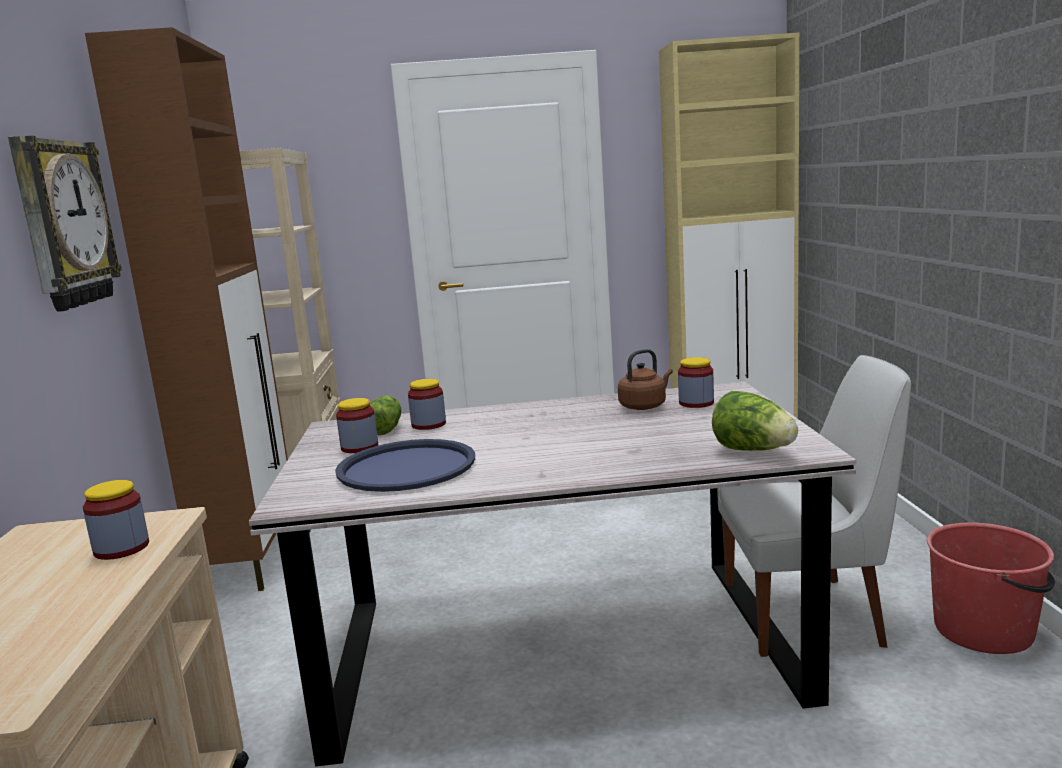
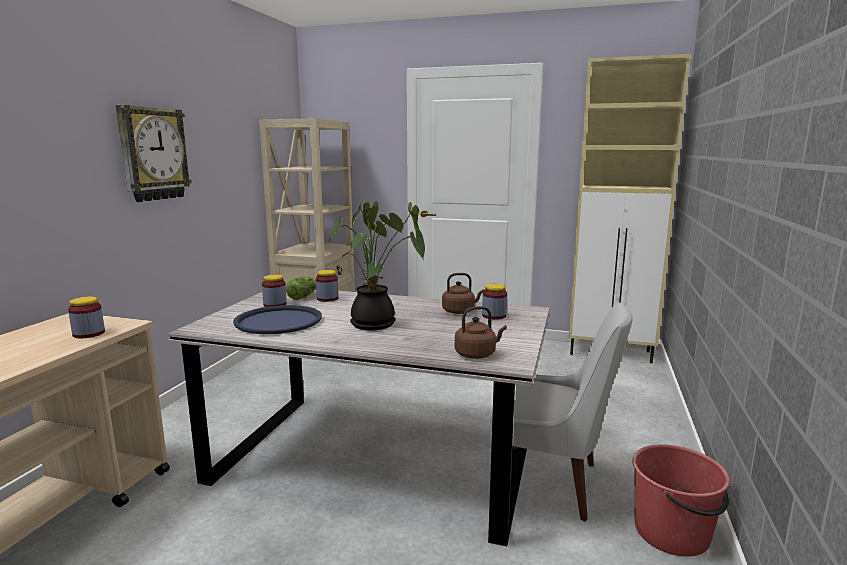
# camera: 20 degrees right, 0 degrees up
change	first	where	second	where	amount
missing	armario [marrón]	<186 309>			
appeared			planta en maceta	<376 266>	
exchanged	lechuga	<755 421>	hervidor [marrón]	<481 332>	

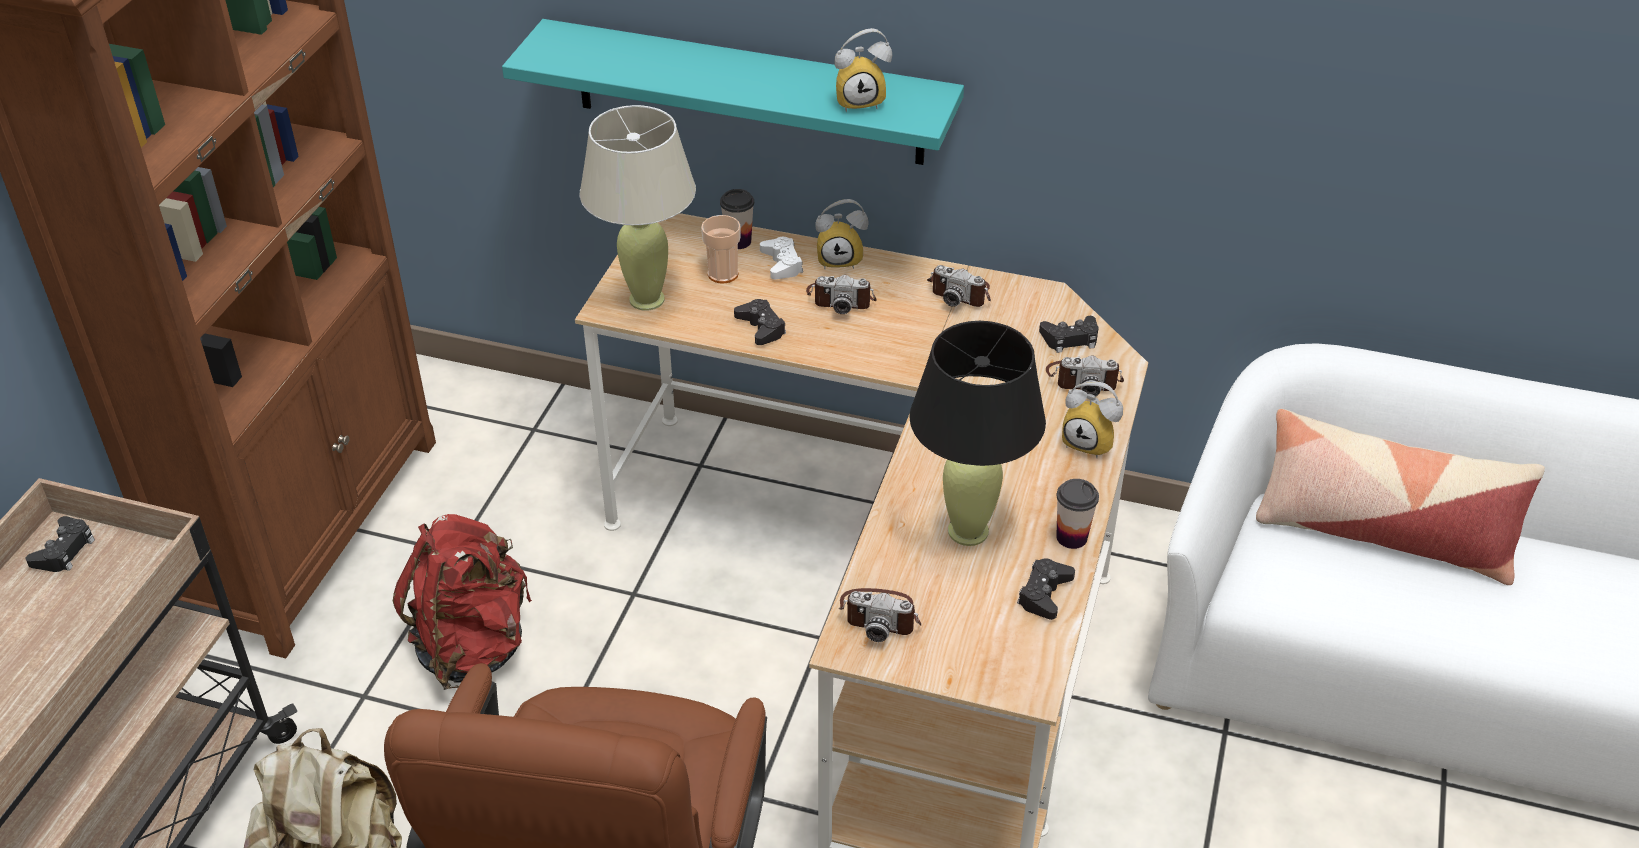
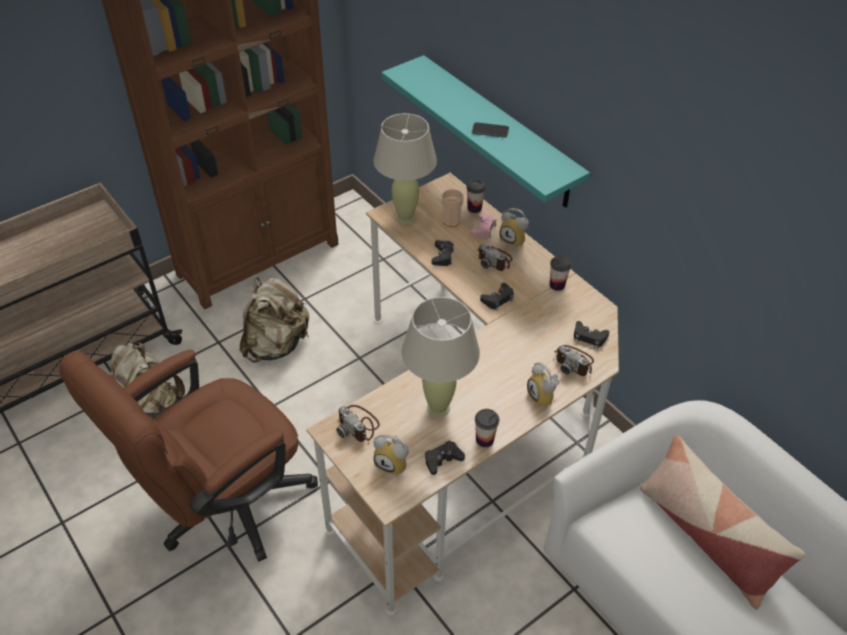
# camera: 35 degrees right, 5 degrees up
change	first	where	second	where	amount
appeared			móvil	<490 130>	
relocated	mando de consola [negro]	<60 544>		<497 297>	
relocated	despertador	<863 70>		<391 455>	
exchanged	cámara	<959 286>	taza	<561 273>	
colour	mochila [rojo]	<462 602>	mochila [beis]	<274 320>	
colour	mando de consola [blanco]	<781 258>	mando de consola [rosa]	<483 225>	
colour	lámpara de mesa [negro]	<977 433>	lámpara de mesa [beis]	<440 357>	

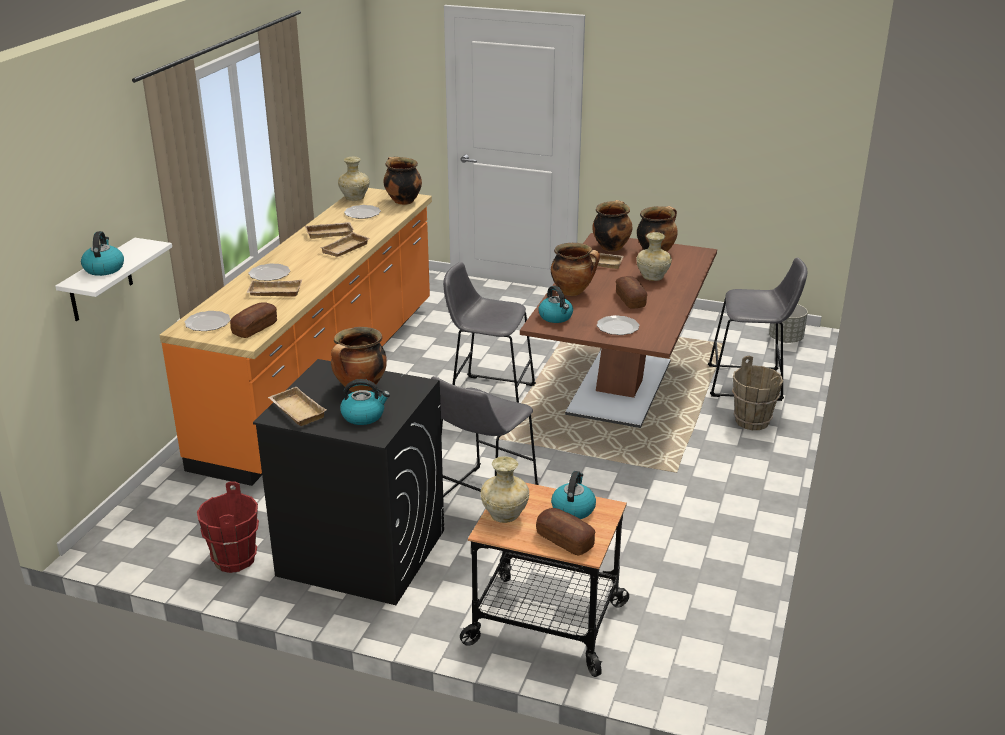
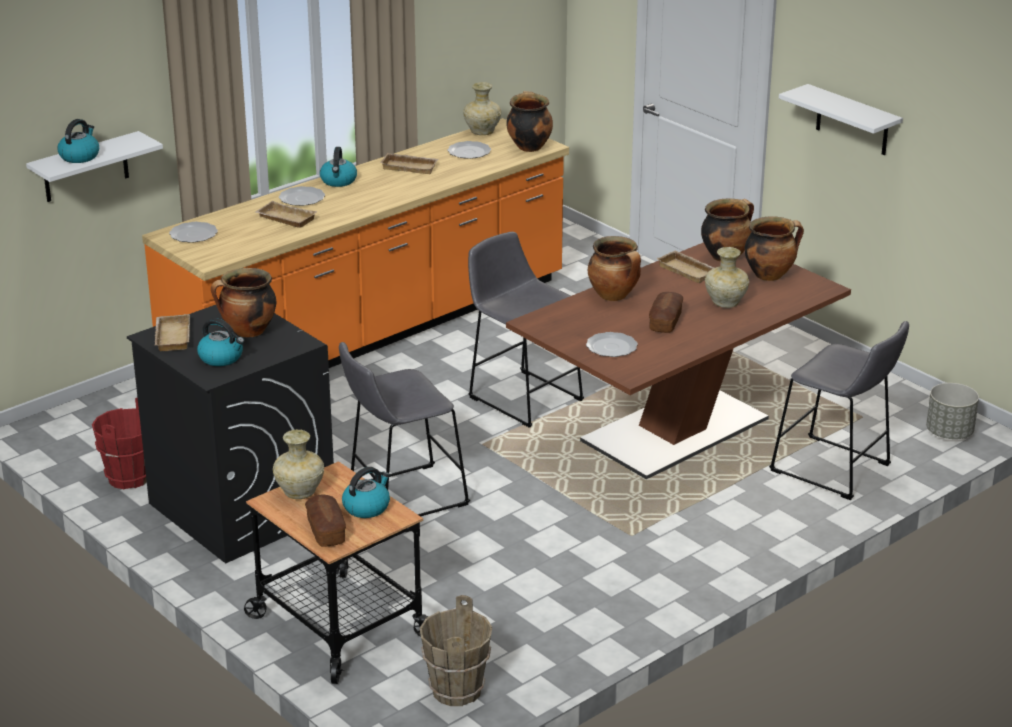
# camera: 30 degrees right, 0 degrees up
change	first	where	second	where	amount
missing	pan	<253 320>			
missing	bandeja [beis]	<345 244>			
appeared			estante [blanco]	<841 119>	
relocated	hervidor	<555 304>		<338 167>	
relocated	cubo [marrón]	<757 393>		<456 650>	

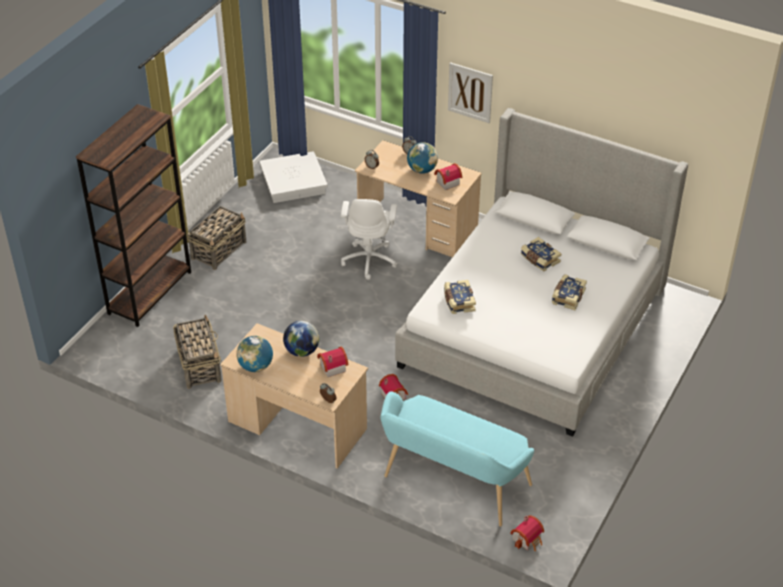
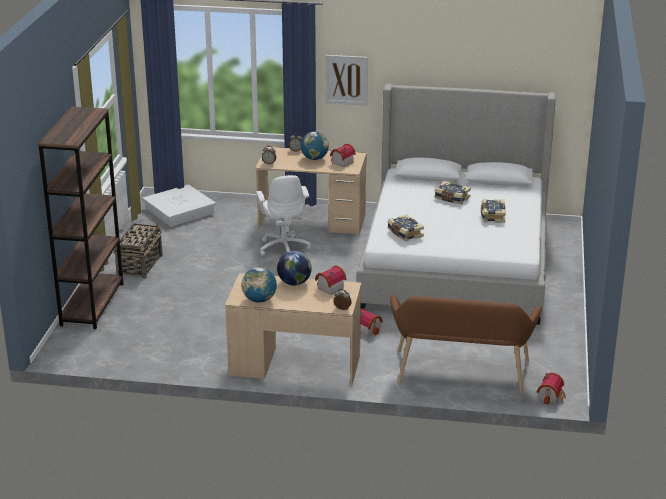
# camera: 20 degrees left, 15 degrees down
change	first	where	second	where	amount
missing	cesta	<197 352>			
colour	banco [turquesa]	<457 459>	banco [marrón]	<466 343>	

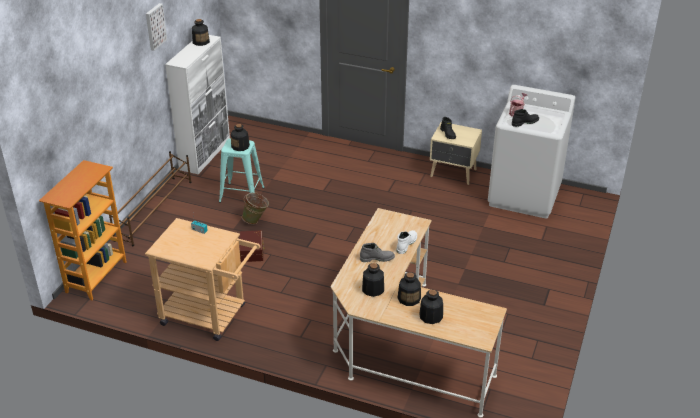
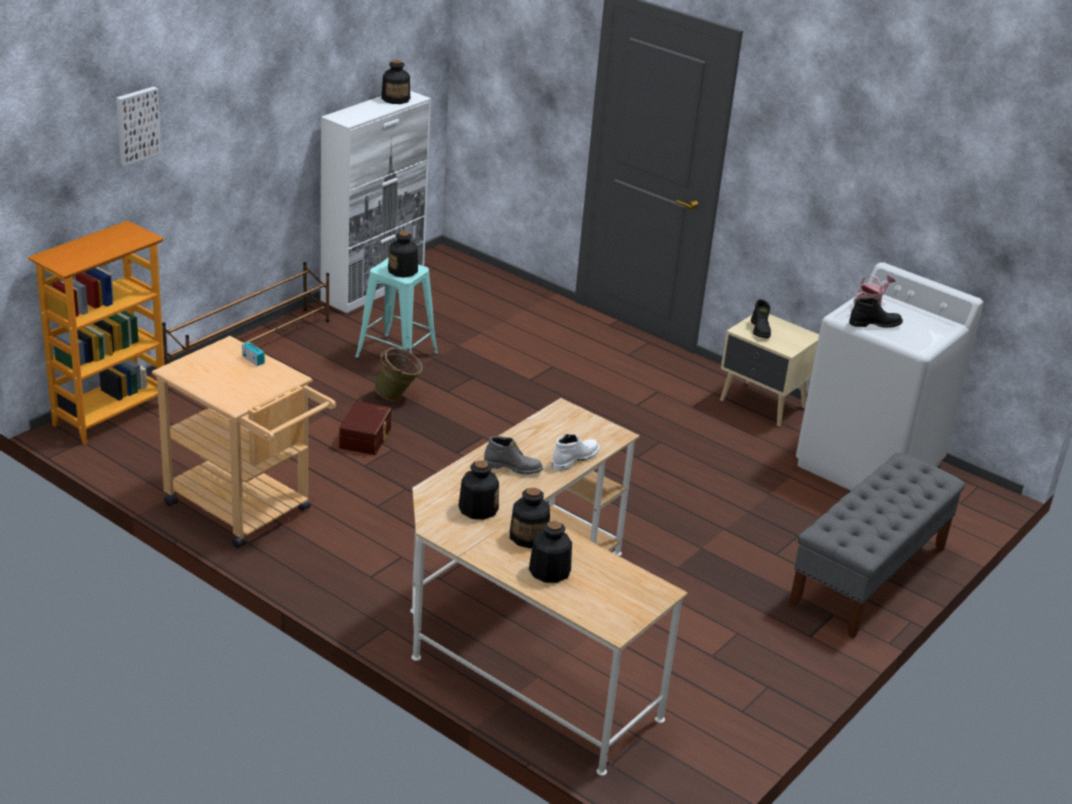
# camera: 15 degrees right, 5 degrees down
change	first	where	second	where	amount
appeared			banco [gris]	<877 546>	
relocated	cuadro	<156 27>		<139 126>	

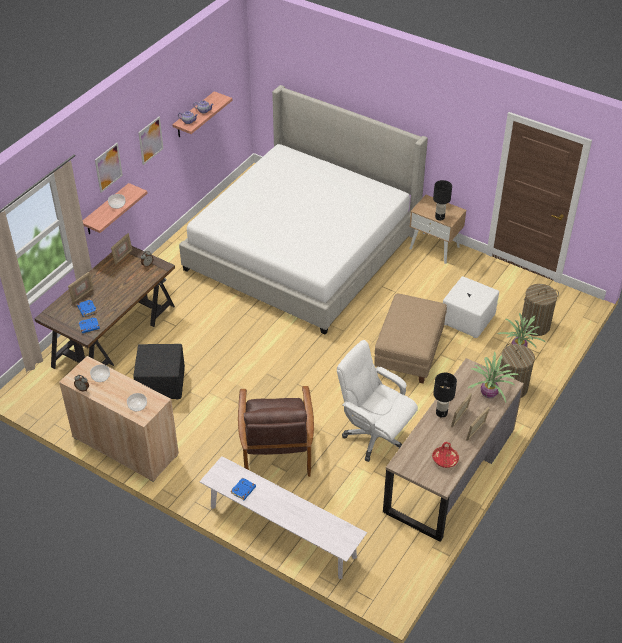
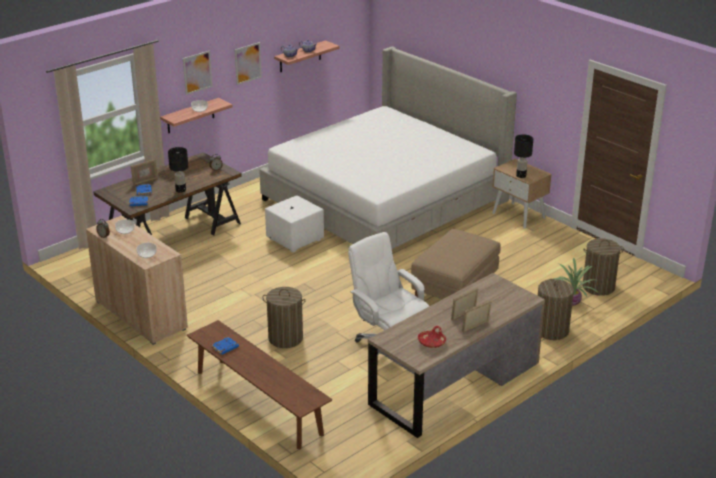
# camera: 15 degrees right, 15 degrees down
change	first	where	second	where	amount
missing	portarretratos	<121 249>			
missing	puf [negro]	<159 372>			
missing	planta en maceta	<493 376>			
relocated	lámpara de mesa [negro]	<445 395>		<178 170>	
relocated	puf [blanco]	<471 307>		<294 223>	
exchanged	sillón [marrón]	<276 431>	cesto de la ropa	<284 317>	
colour	banco [blanco]	<283 517>	banco [marrón]	<259 384>	

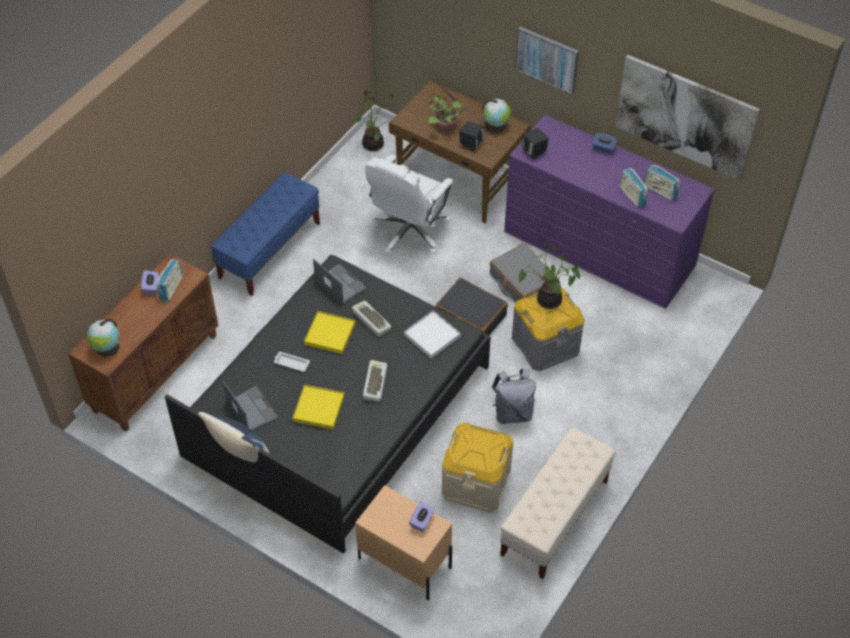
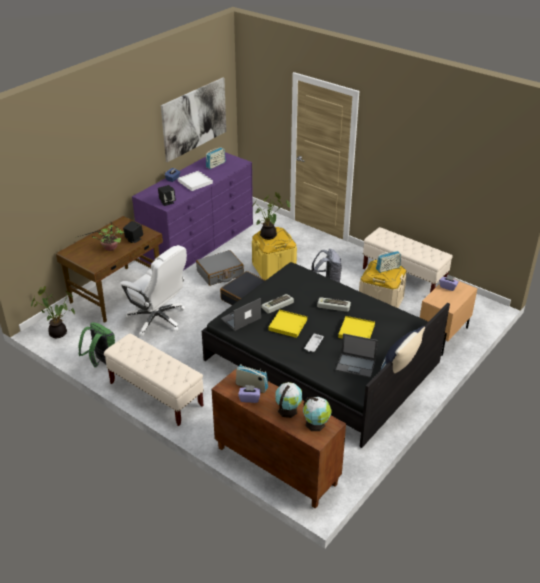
# camera: 85 degrees left, 15 degrees down
change	first	where	second	where	amount
missing	cuadro	<547 61>			
appeared			mochila [verde]	<96 344>	
relocated	bandeja [blanco]	<432 334>		<195 181>	
relocated	globo terráqueo	<496 116>		<289 400>	
relocated	radio	<633 188>		<388 262>	
colour	banco [azul]	<265 234>	banco [beis]	<154 379>	
colour	caja de almacenaje [gris]	<548 329>	caja de almacenaje [amarillo]	<274 253>	
spun	portátil	<250 405>		<357 355>	135 degrees counterclockwise

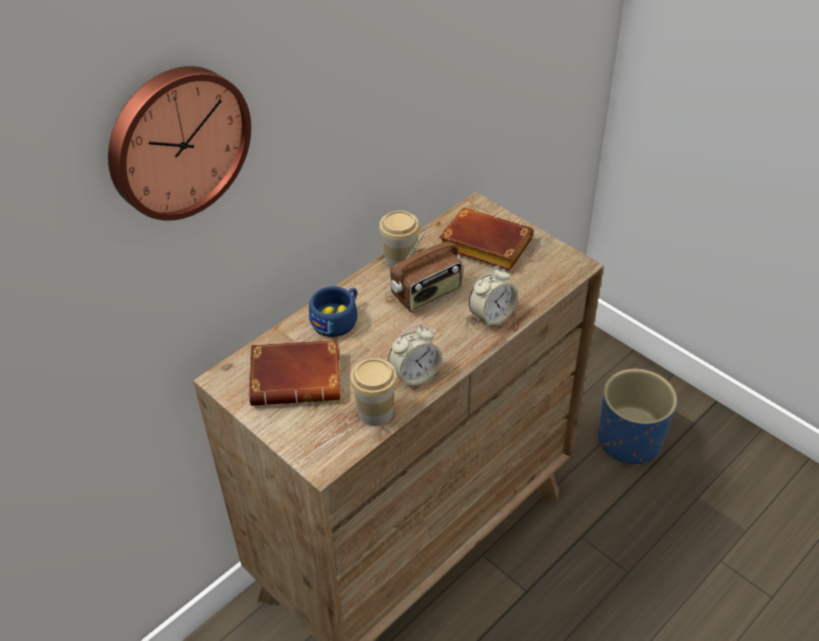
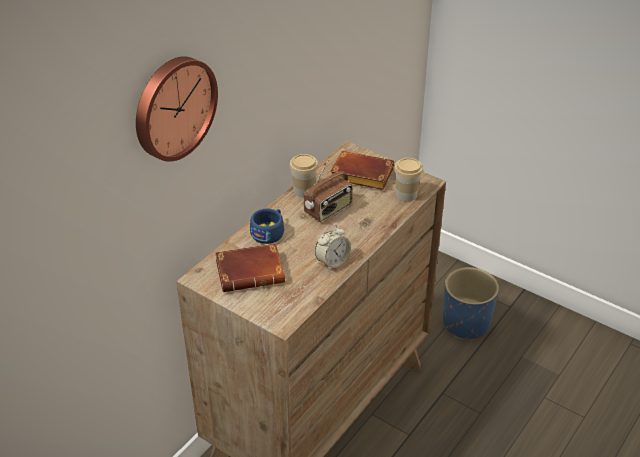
# camera: 10 degrees left, 5 degrees down
change	first	where	second	where	amount
missing	despertador	<493 297>			
relocated	taza	<373 392>		<408 179>	

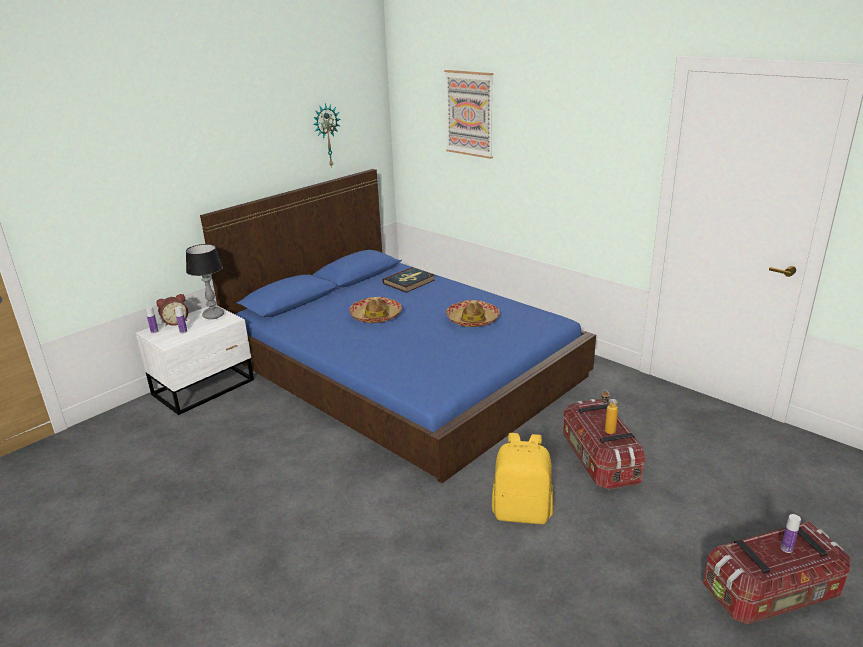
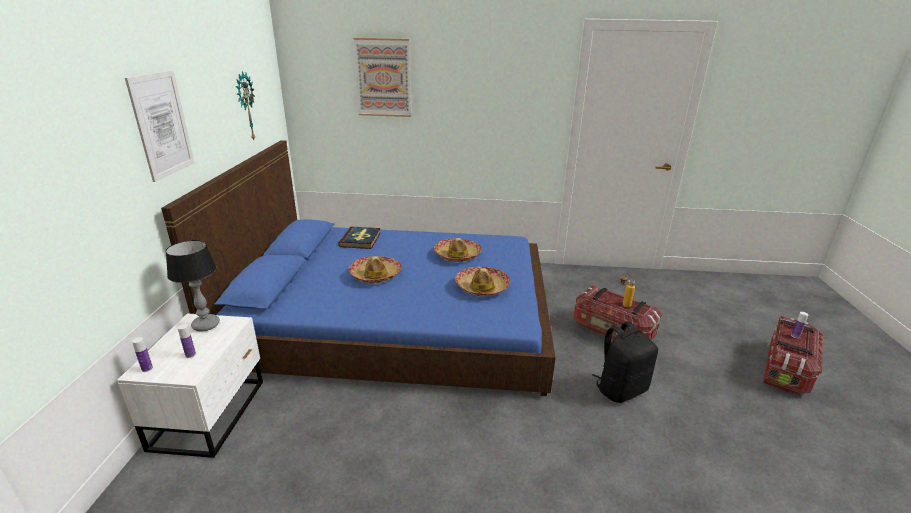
# camera: 40 degrees left, 0 degrees up
change	first	where	second	where	amount
missing	despertador	<172 310>			
appeared			cuadro	<160 126>	
appeared			sombrero	<482 281>	
colour	mochila [amarillo]	<522 478>	mochila [negro]	<625 362>	

